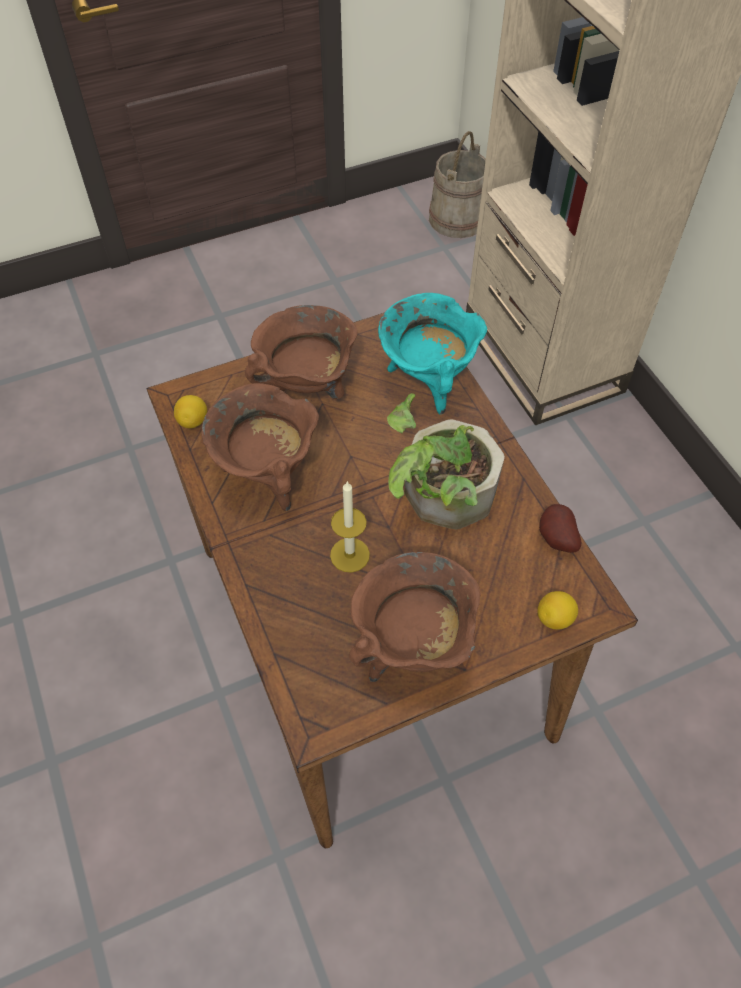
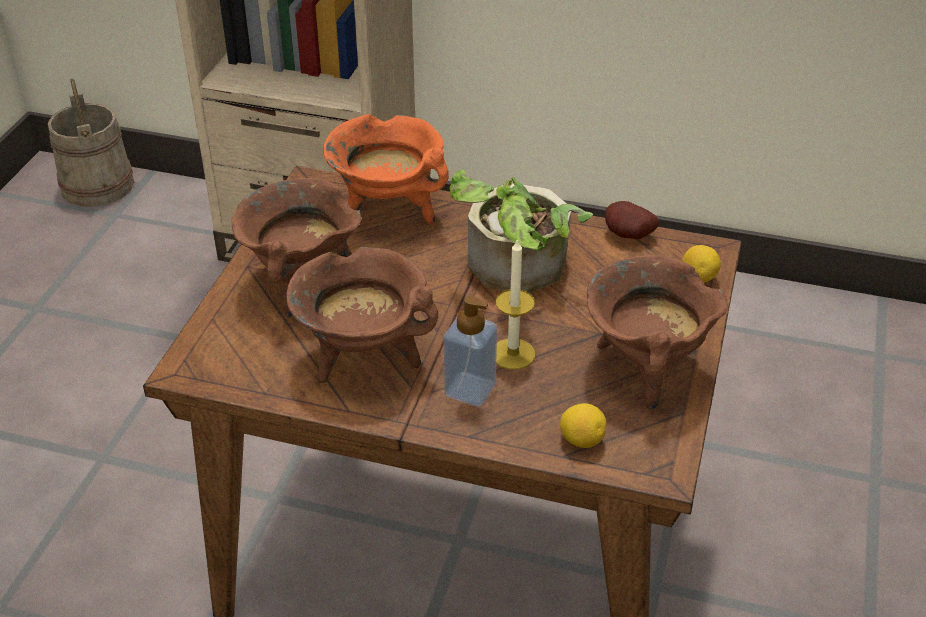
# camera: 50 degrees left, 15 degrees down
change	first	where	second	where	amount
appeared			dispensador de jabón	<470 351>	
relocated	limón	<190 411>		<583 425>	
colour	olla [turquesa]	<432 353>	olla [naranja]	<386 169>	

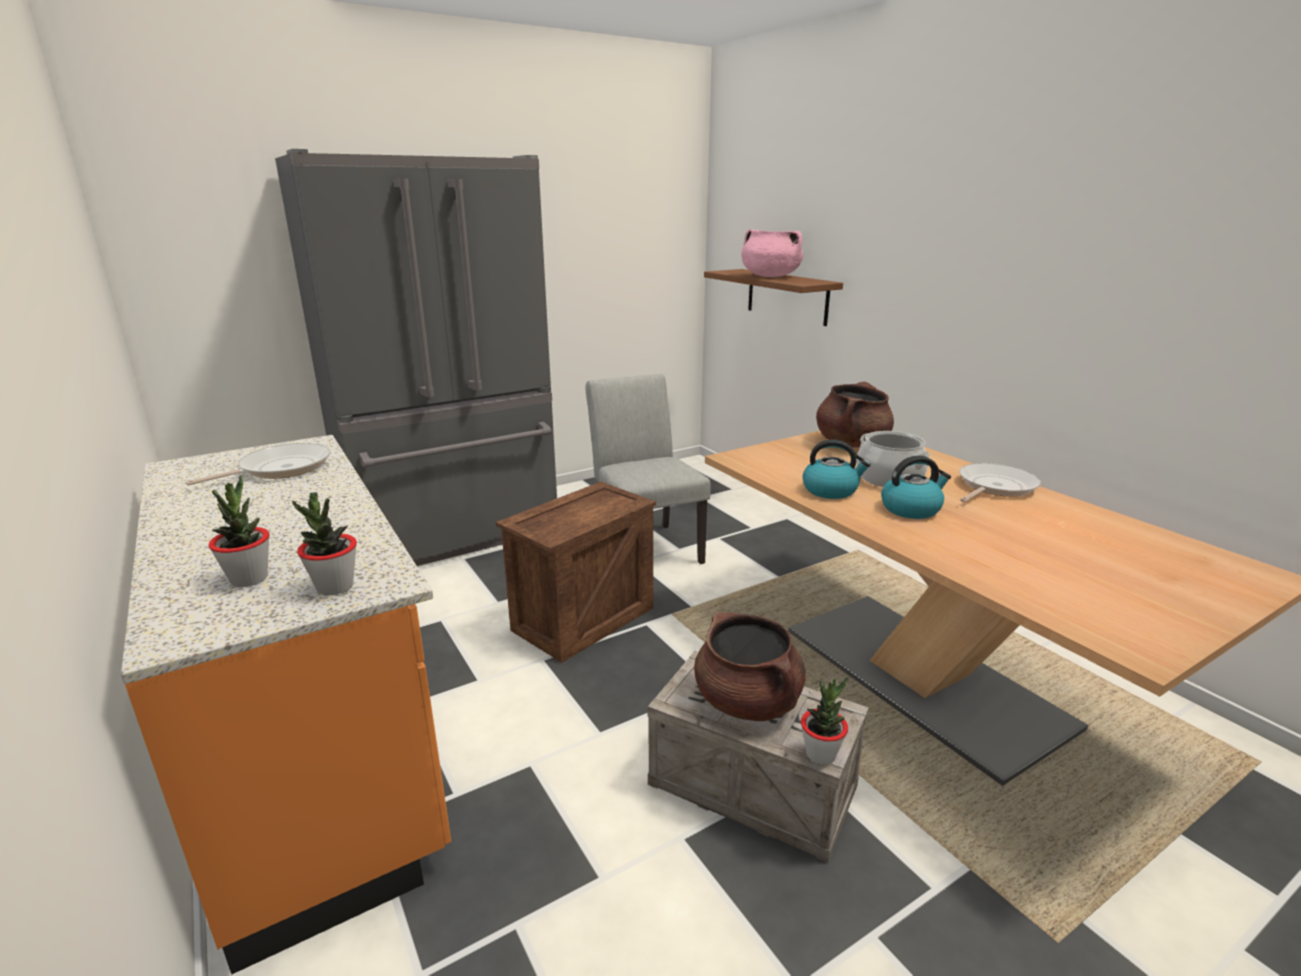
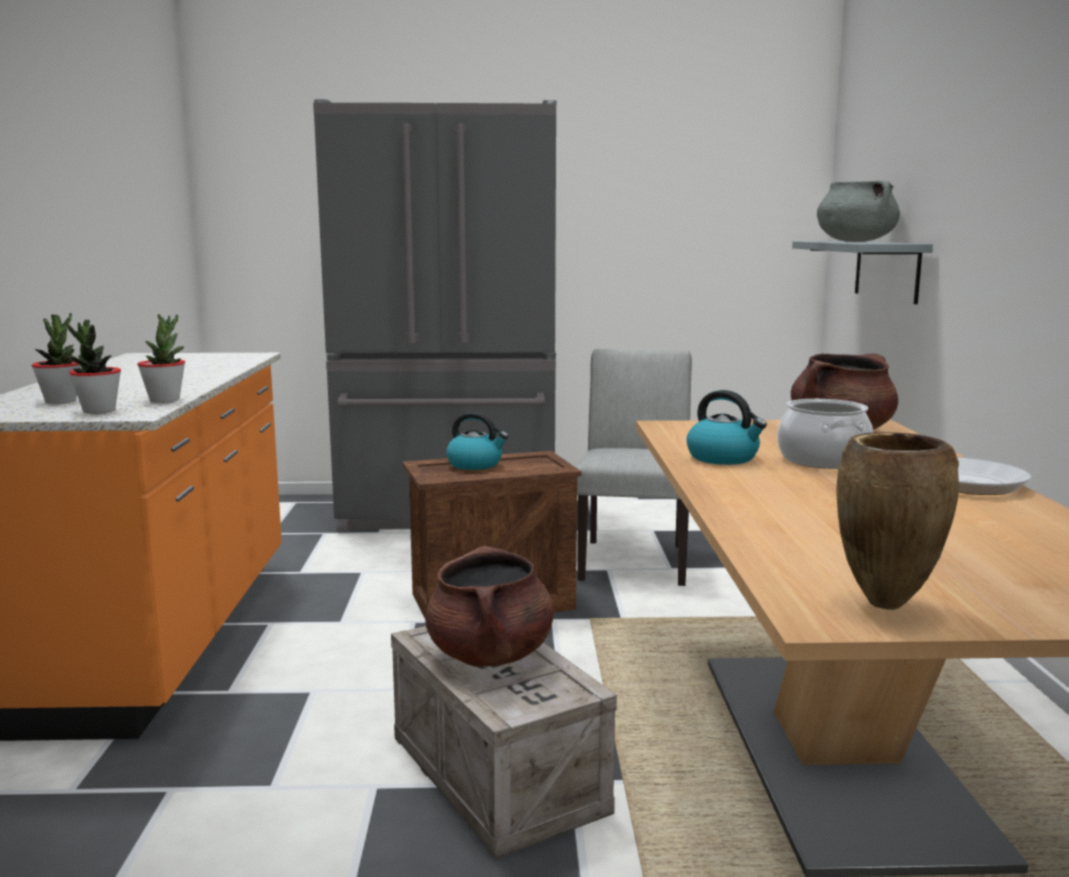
# camera: 30 degrees right, 10 degrees down
change	first	where	second	where	amount
missing	sartén	<258 464>			
appeared			florero [marrón]	<897 521>	
relocated	planta en maceta	<824 721>		<161 358>	
relocated	hervidor	<916 487>		<477 441>	
colour	estante [marrón]	<773 297>	estante [gris]	<862 272>	
colour	olla [rosa]	<772 253>	olla [gris]	<858 211>	

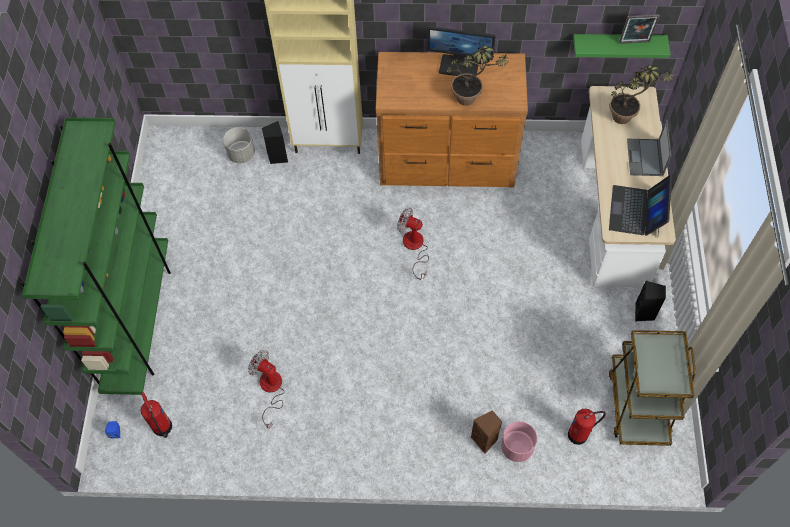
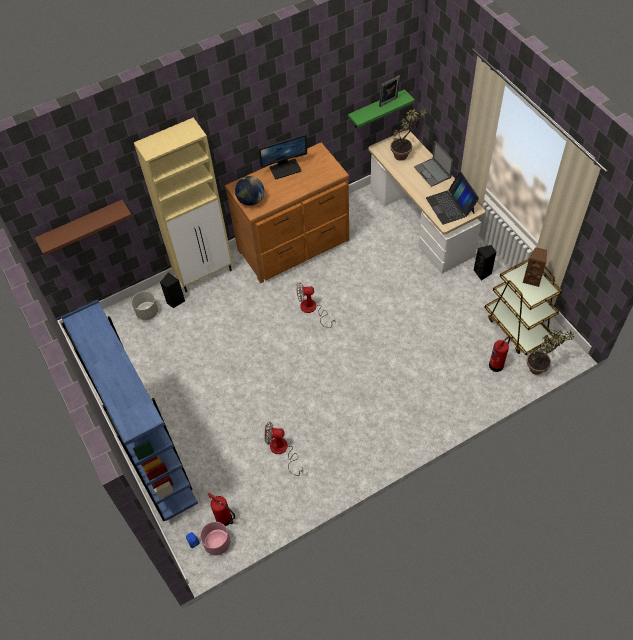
# camera: 30 degrees left, 5 degrees down
change	first	where	second	where	amount
appeared			estante [marrón]	<83 228>	
appeared			globo terráqueo	<249 191>	
relocated	planta en maceta	<478 75>		<551 352>	
relocated	altavoz [marrón]	<486 432>		<534 267>	
relocated	maceta [rosa]	<519 441>		<215 538>	
colour	estantería [verde]	<96 256>	estantería [azul]	<129 410>	

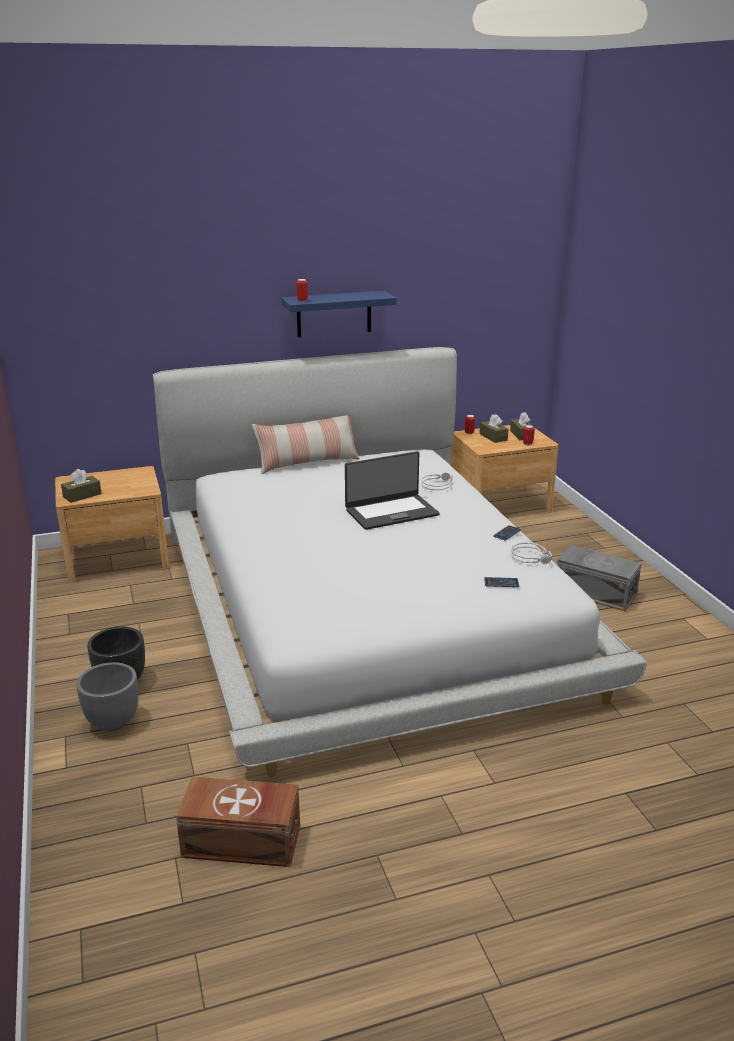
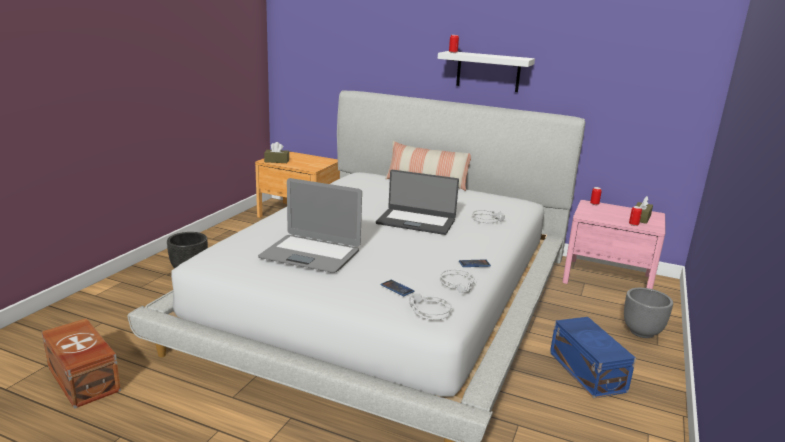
# camera: 40 degrees right, 5 degrees down
change	first	where	second	where	amount
missing	caja de pañuelos [marrón]	<493 428>			
appeared			portátil	<310 225>	
appeared			auriculares [gris]	<430 306>	
relocated	maceta [gris]	<107 696>		<648 313>	
colour	estante [azul]	<339 314>	estante [blanco]	<486 71>	
colour	mesita de noche [marrón]	<505 469>	mesita de noche [rosa]	<613 244>	
colour	caja de almacenaje [gris]	<599 578>	caja de almacenaje [azul]	<593 357>	

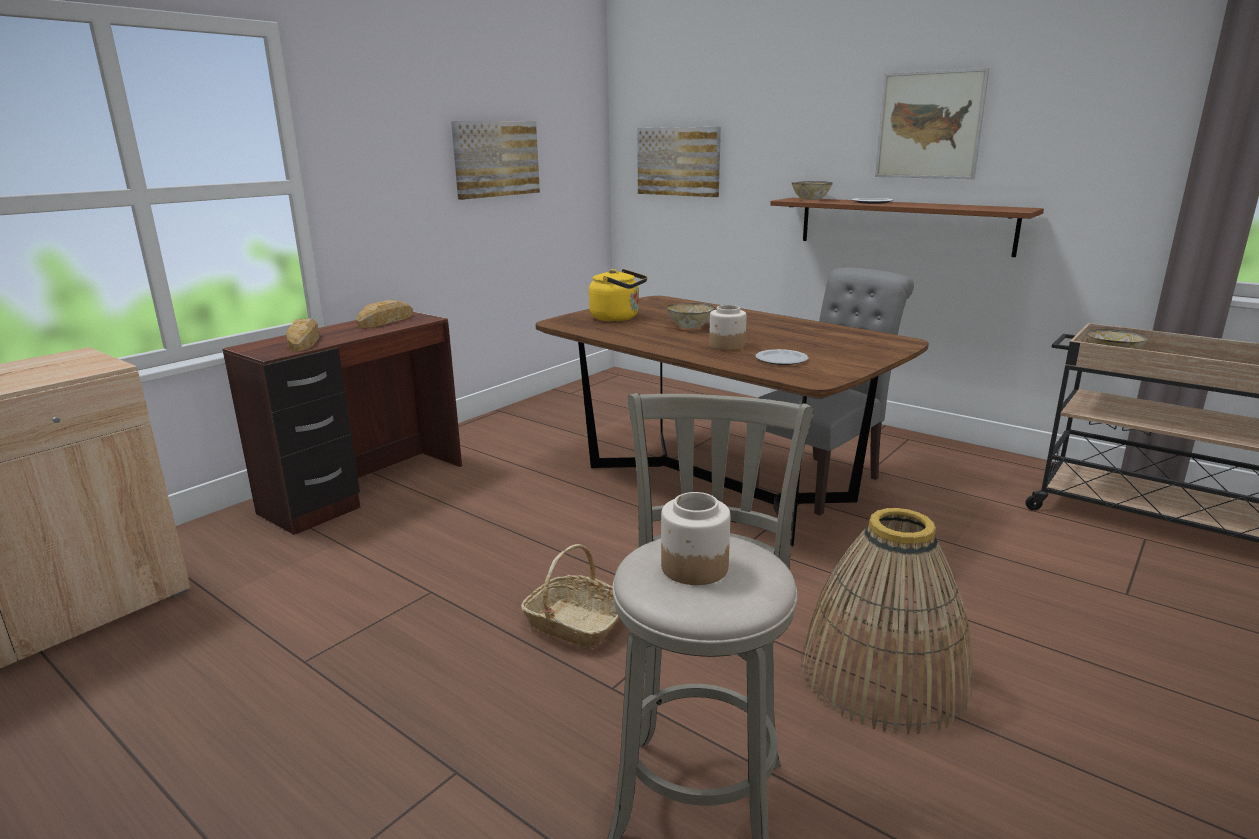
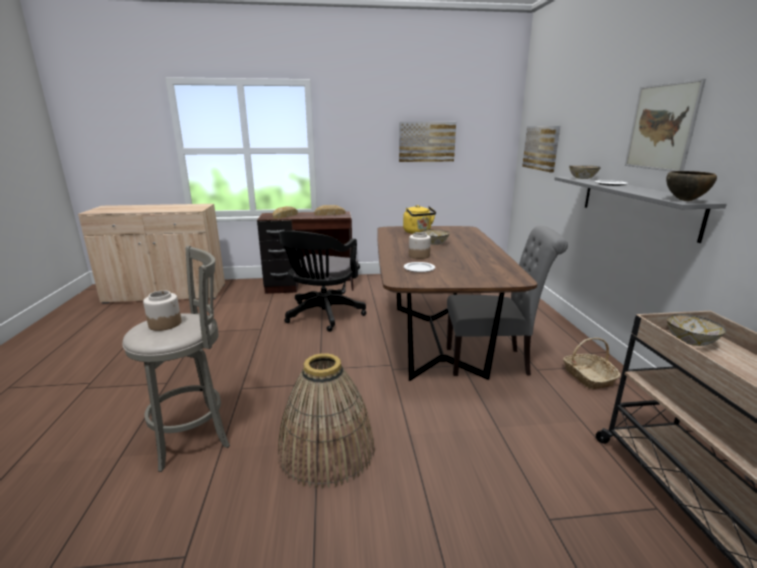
# camera: 45 degrees right, 0 degrees up
change	first	where	second	where	amount
appeared			silla de oficina [negro]	<322 281>	
appeared			cuenco [marrón]	<691 186>	
relocated	cesta	<570 596>		<592 364>	
colour	estante [marrón]	<907 227>	estante [gris]	<641 210>	

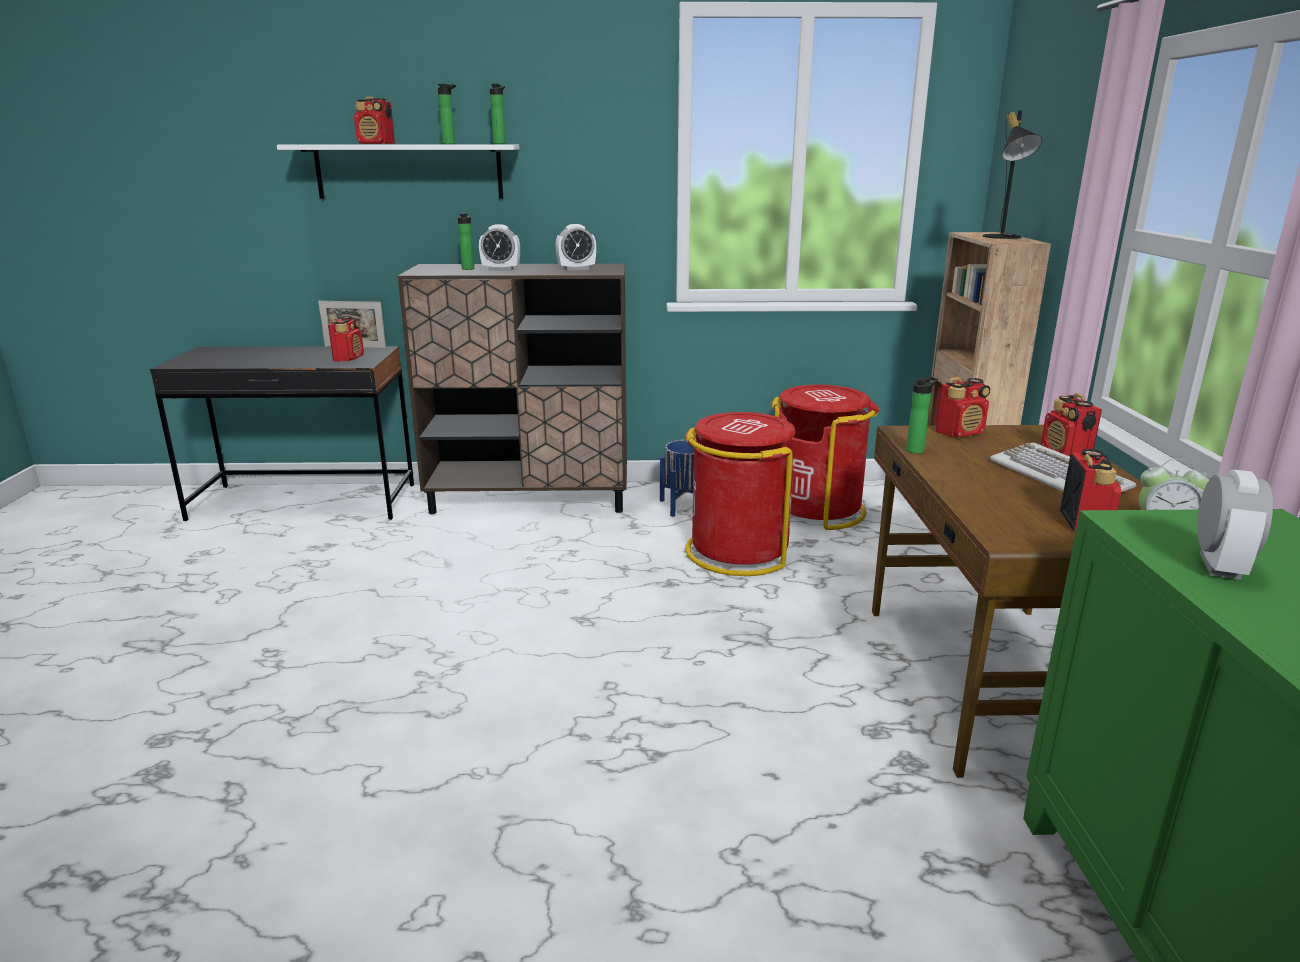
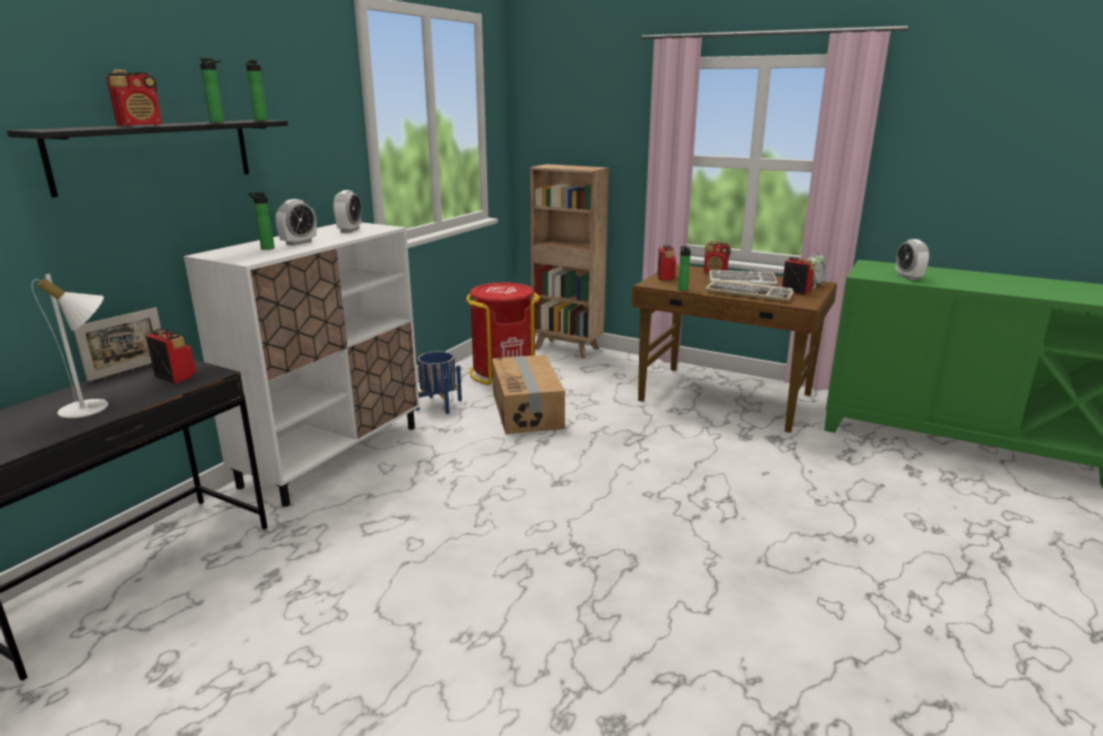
# camera: 60 degrees left, 0 degrees up
change	first	where	second	where	amount
missing	lámpara de mesa [negro]	<1012 174>			
appeared			lámpara de mesa [blanco]	<70 346>	
appeared			teclado	<749 290>	
exchanged	papelera [rojo]	<740 494>	caja de cartón	<528 394>	
colour	estante [blanco]	<398 172>	estante [negro]	<147 158>	
colour	armario [marrón]	<512 389>	armario [blanco]	<302 364>	
spun	despertador	<1235 525>		<912 259>	150 degrees counterclockwise

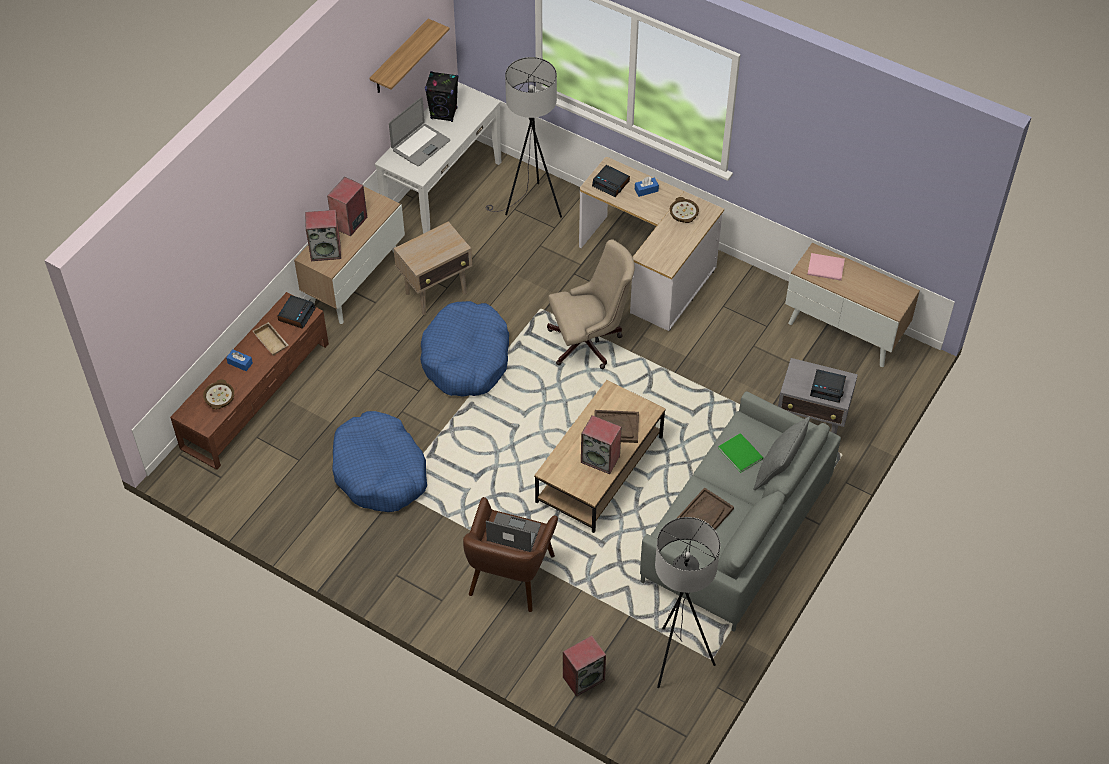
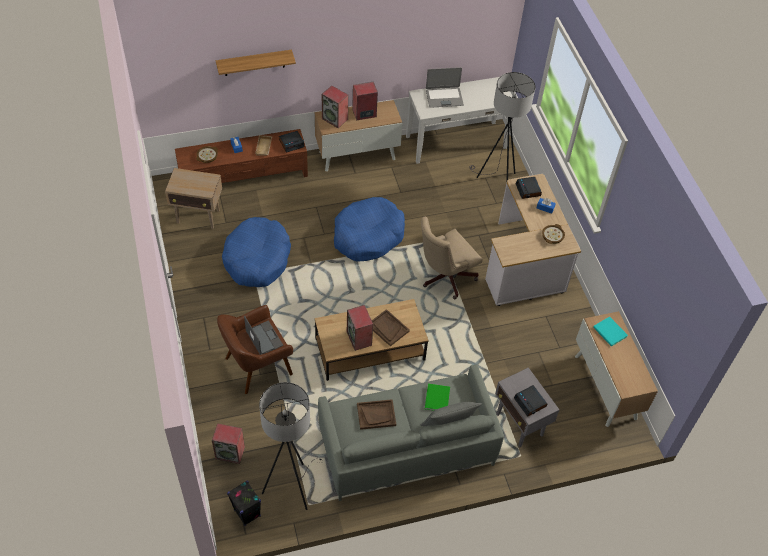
# camera: 40 degrees right, 0 degrees up
change	first	where	second	where	amount
relocated	estante	<409 56>		<256 63>	
relocated	mesa auxiliar [beis]	<432 268>		<193 198>	
relocated	altavoz [negro]	<441 96>		<244 503>	
colour	libro [rosa]	<826 267>	libro [turquesa]	<610 331>	
spun	silla de oficina [beis]	<591 304>		<451 258>	120 degrees clockwise

